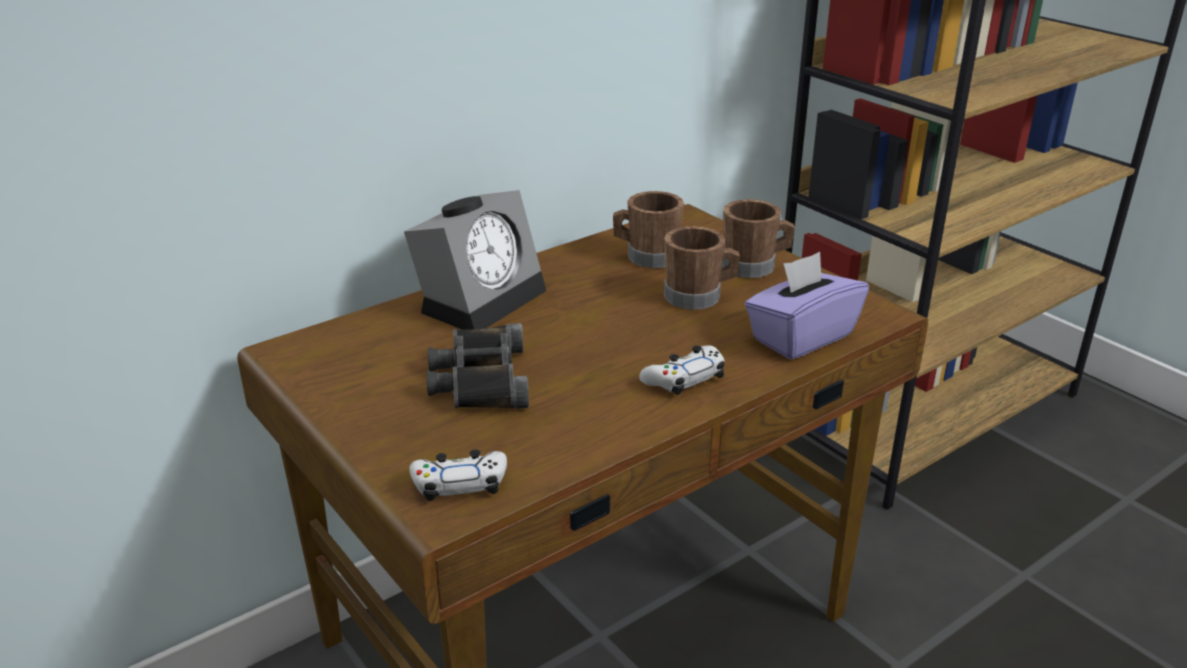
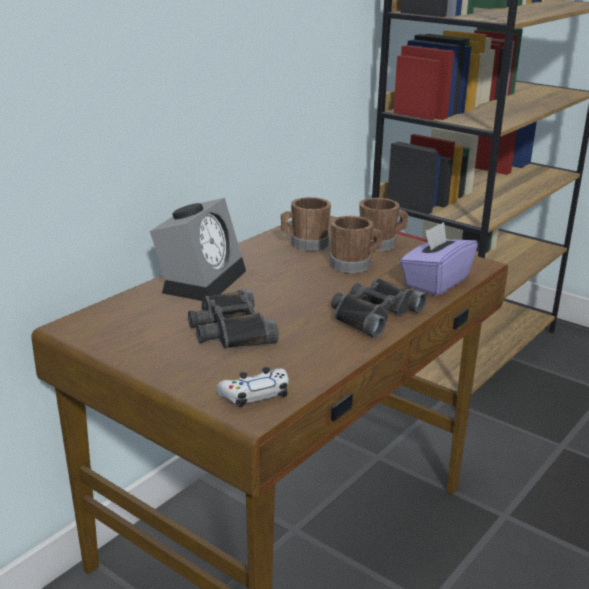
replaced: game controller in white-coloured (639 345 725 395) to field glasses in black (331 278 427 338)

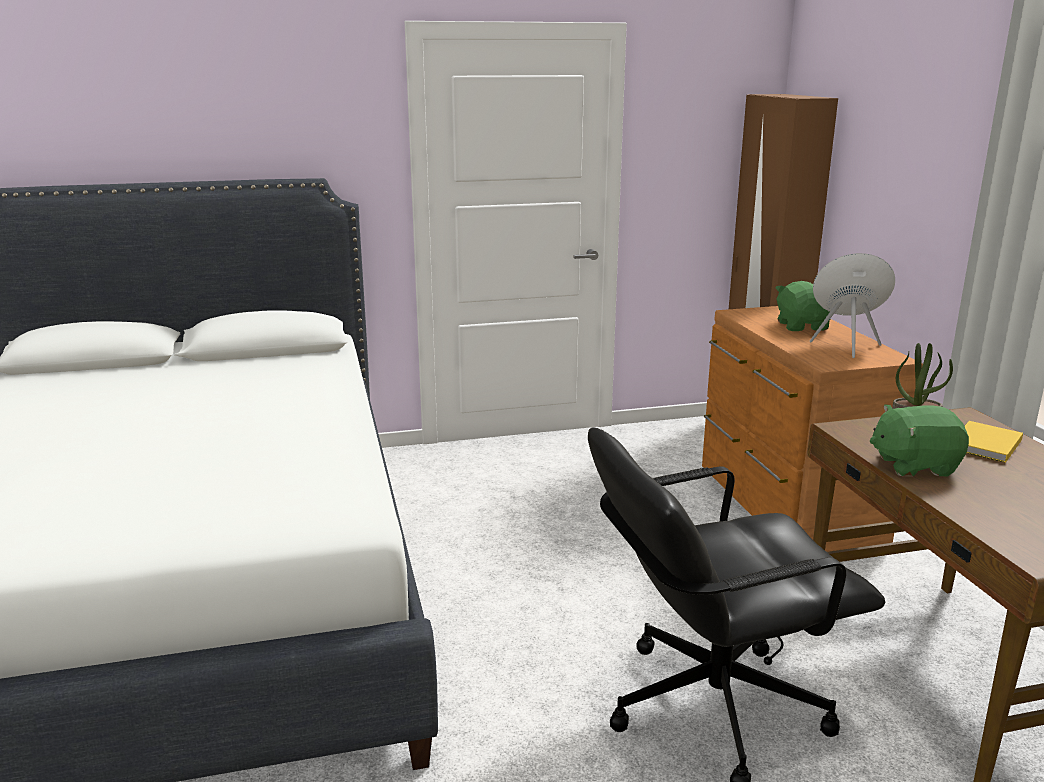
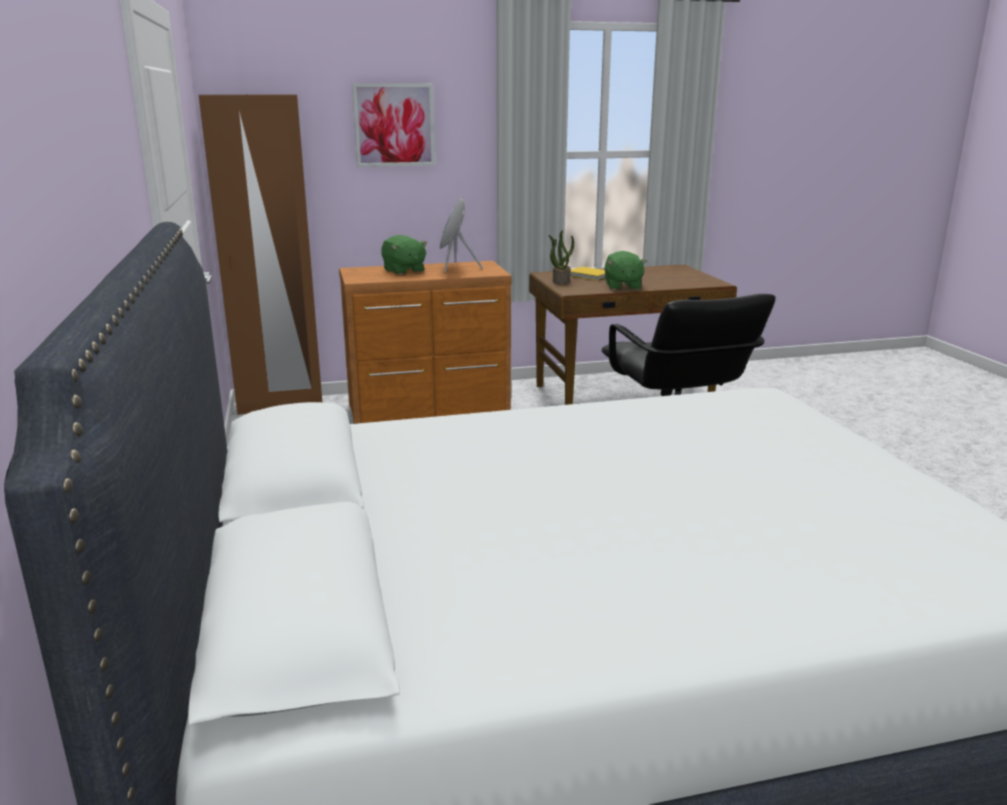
added: picture (352 83 435 167)
turned: cuddly toy in green-coloured (776 281 831 331) = (381 235 427 275) 120 degrees counterclockwise

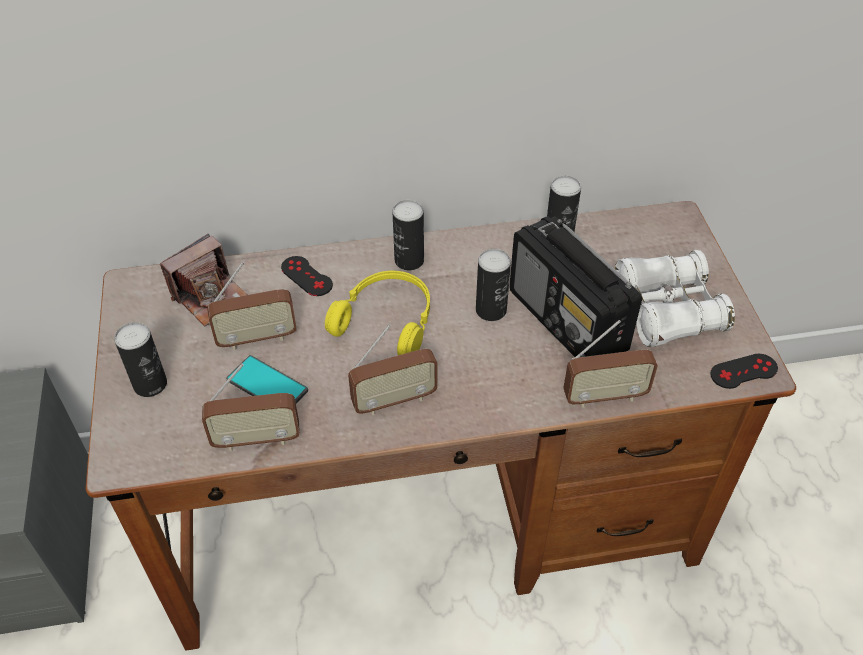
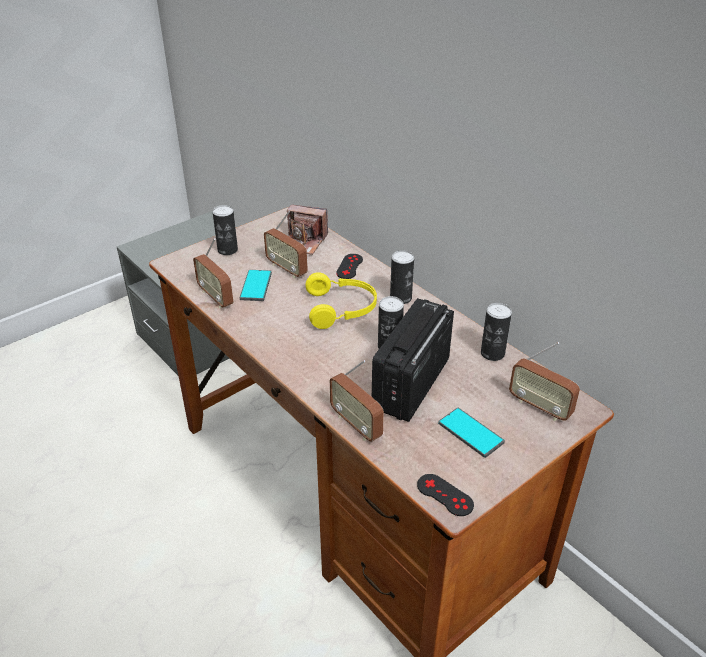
moved: radio set (348 324 438 415) to (509 342 580 421)
replaced: field glasses in white-coloured (615 250 735 347) to phone (438 408 505 458)

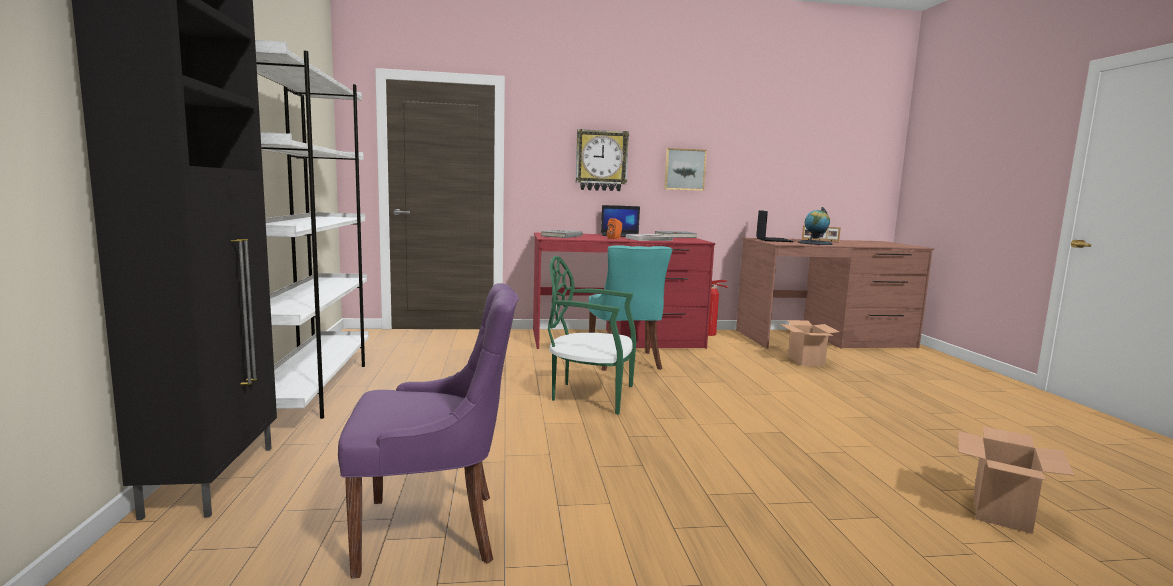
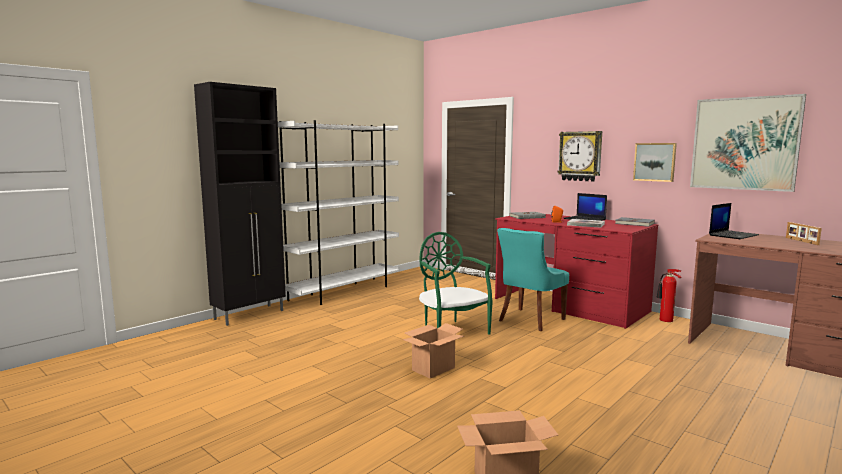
removed: plain chair in purple-coloured (338 283 519 578); world globe (798 207 833 245)
added: picture (690 94 806 192)
moved: cardboard box (780 320 840 366) to (403 323 464 378)

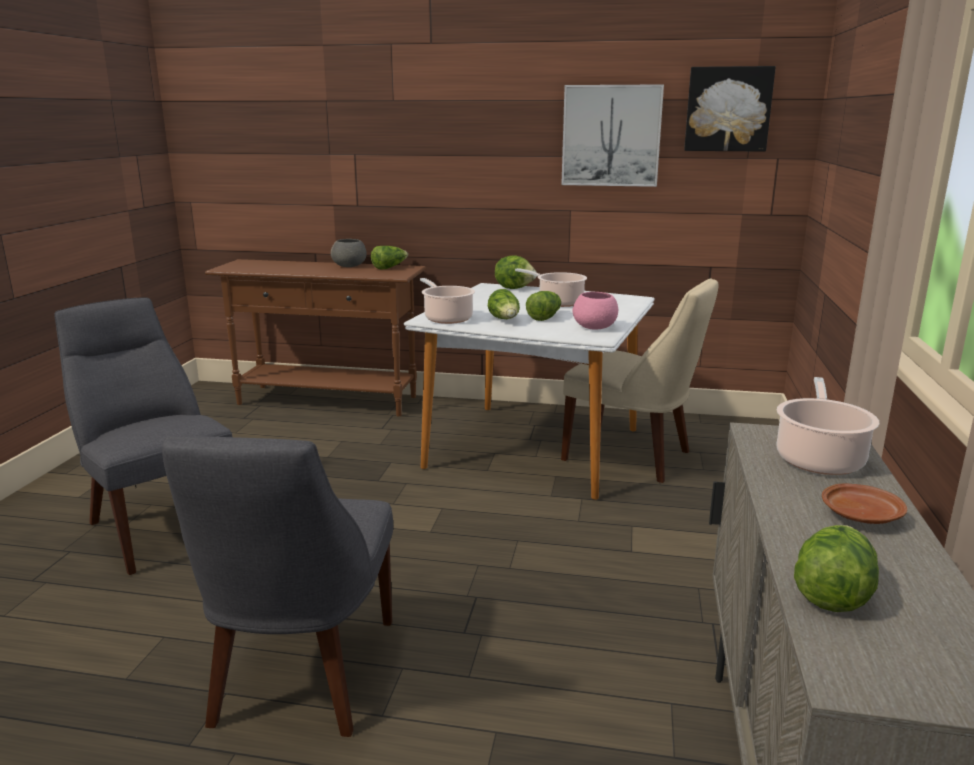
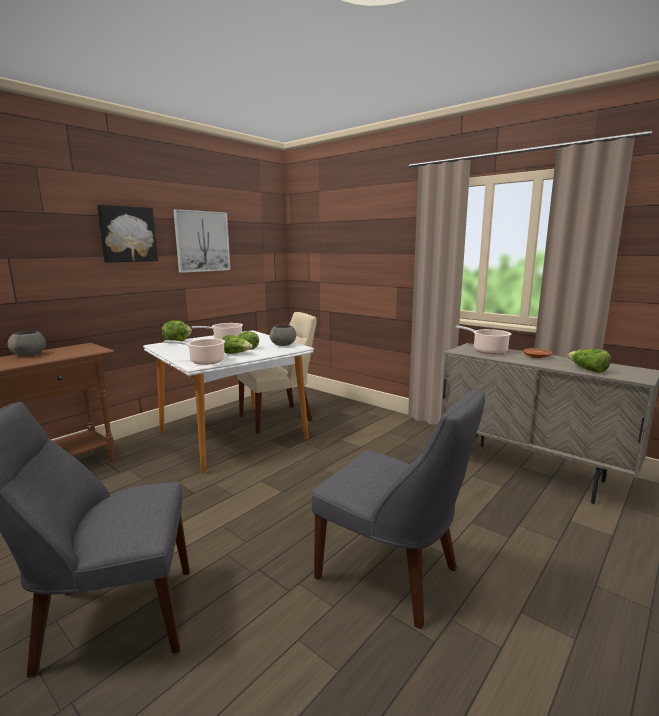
removed: lettuce (371 246 408 270)
moved: picture (684 66 776 152) to (97 204 158 263)
recoloured: bowl in pinkish (573 292 618 330) to bowl in grey (270 325 296 346)

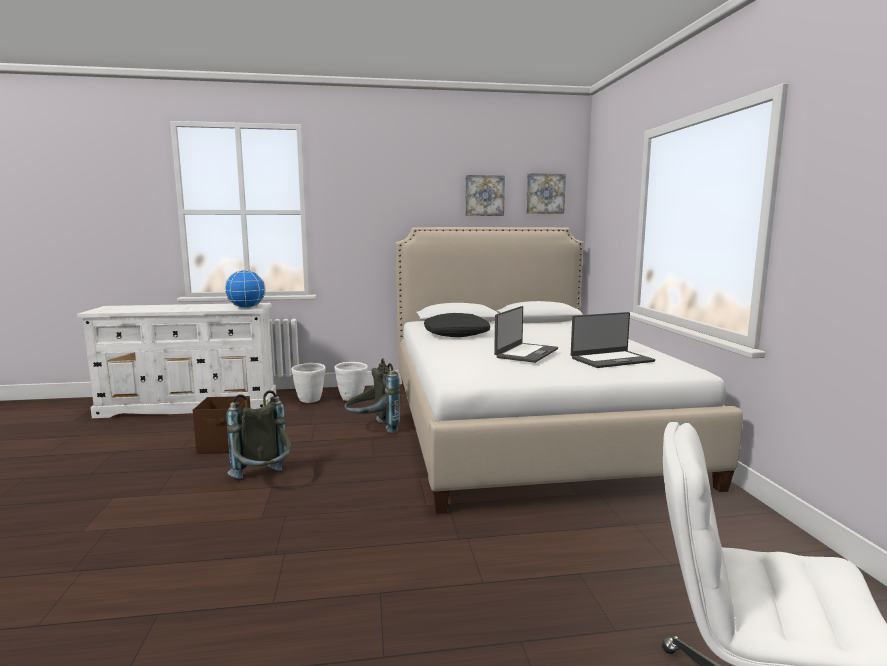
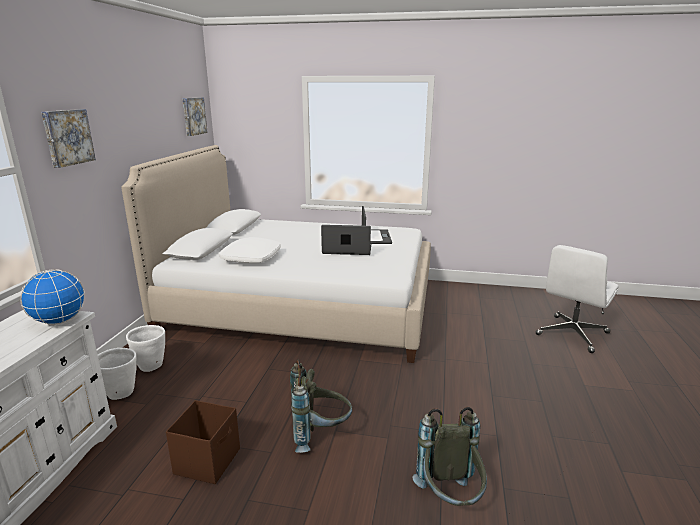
moved: knapsack in grey (344 358 400 433) to (412 407 487 506); picture (465 175 505 216) to (41 109 96 168)
recoloured: pillow in black (424 313 490 337) to pillow in white-coloured (219 237 281 263)
turned: portable computer (494 306 558 363) = (321 225 371 255) 45 degrees counterclockwise

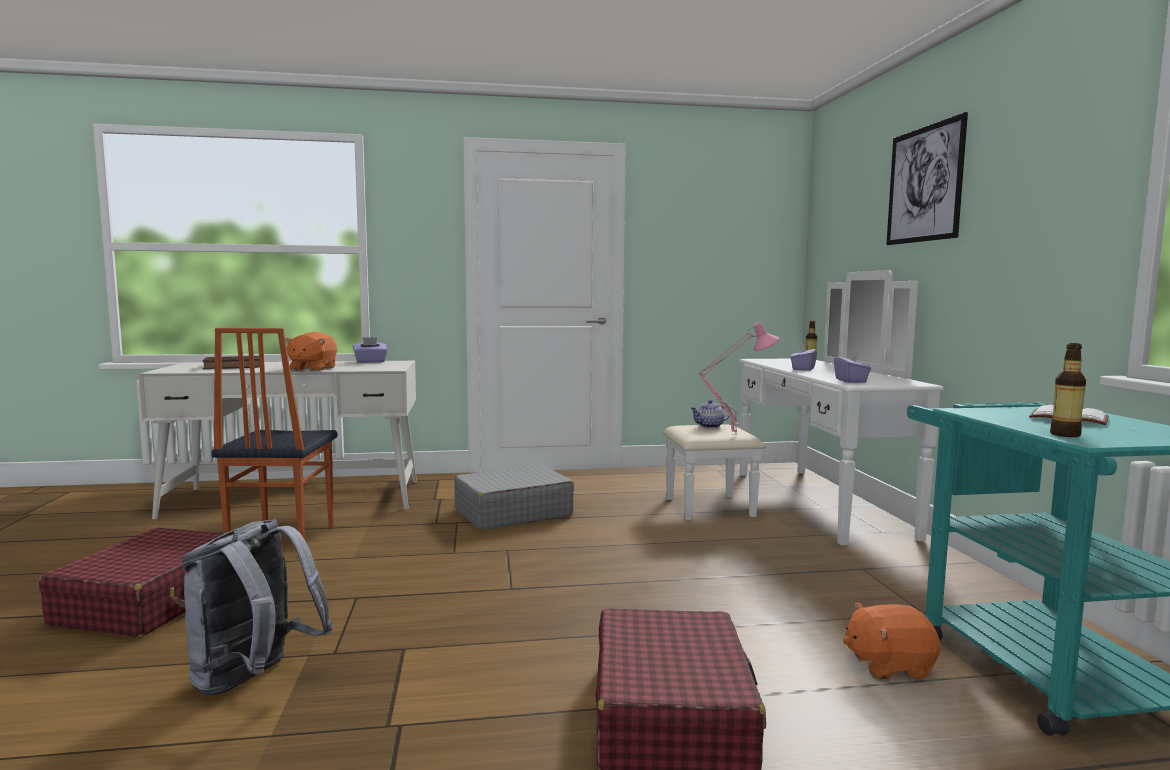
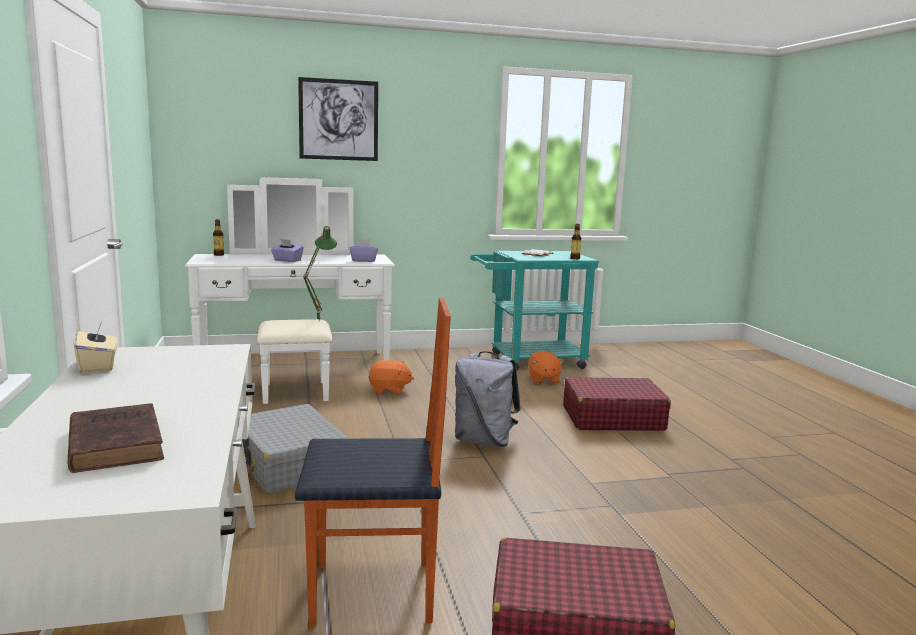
removed: tea pot (690 400 730 428)
moved: knapsack in grey (182 519 334 696) to (455 351 521 447); cuddly toy in orange (285 332 337 371) to (368 360 414 394)
recoloured: box of tissues in purple-coloured (353 337 387 363) to box of tissues in beige (73 321 117 373); tabletop lamp in pinkish (698 322 779 435) to tabletop lamp in green-coloured (303 226 337 322)

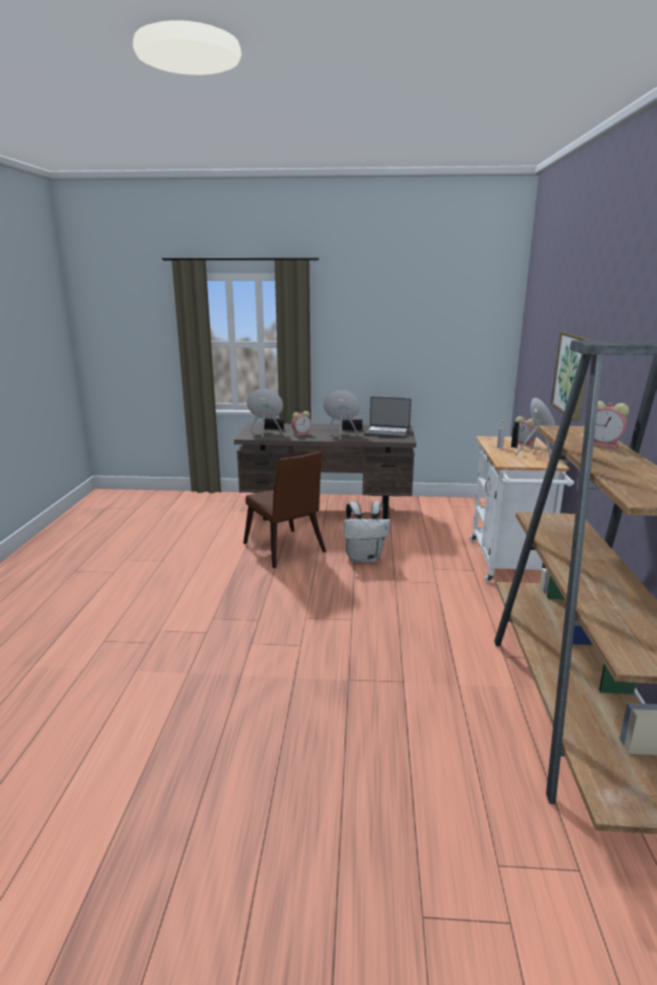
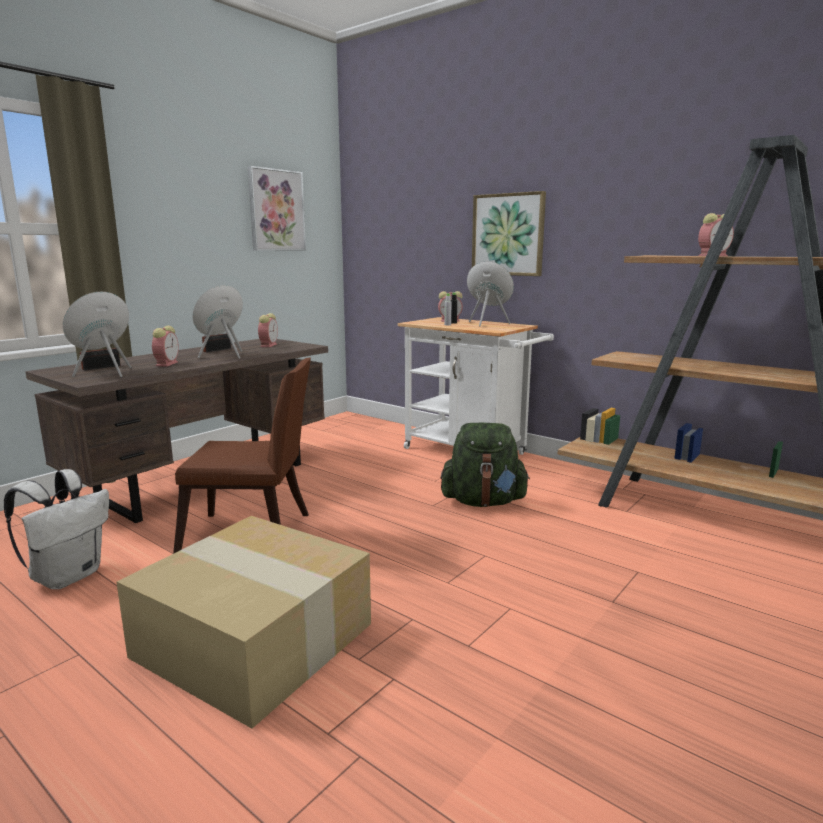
added: cardboard box (117 516 371 729); picture (248 166 306 251); knapsack in green-coloured (441 423 530 507)
moved: knapsack in white-coloured (344 501 391 563) to (4 469 109 589)
replaced: portable computer (364 397 411 438) to table clock (258 313 278 347)

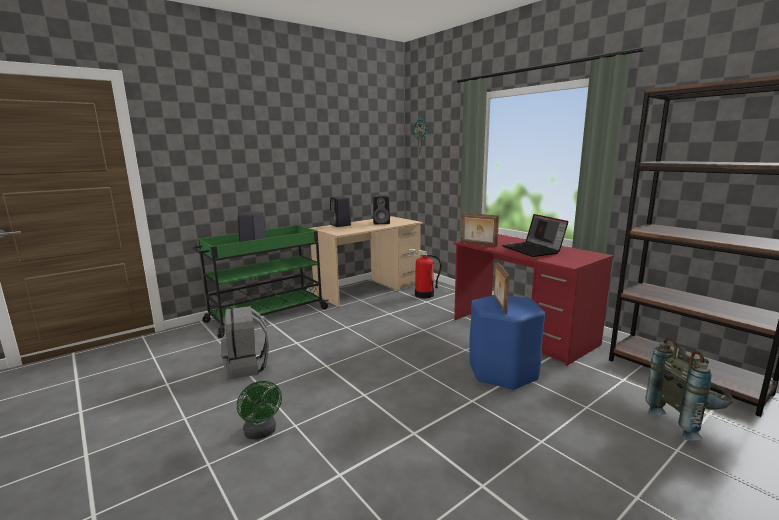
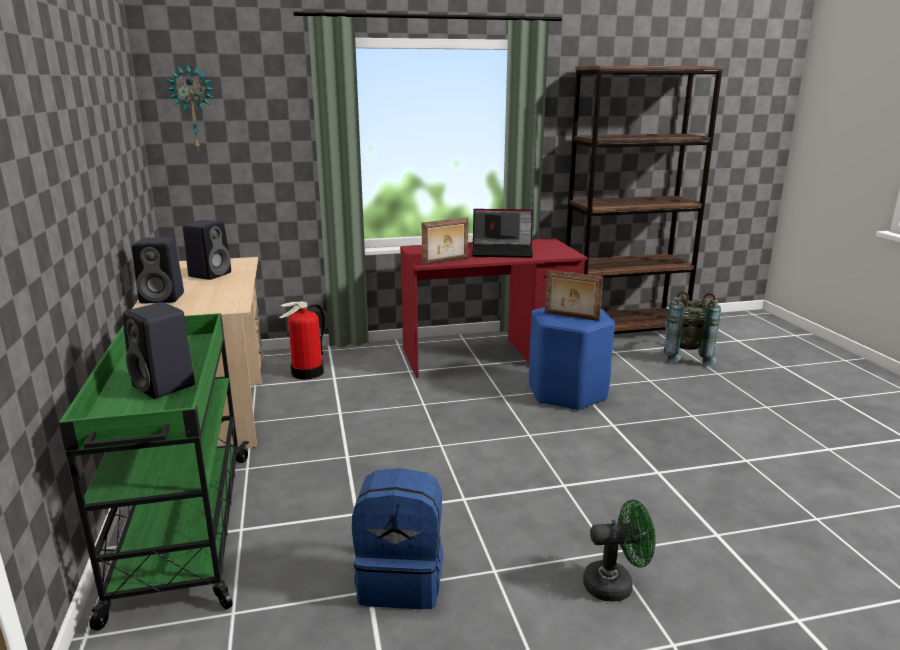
recoloured: knapsack in grey (221 306 269 379) to knapsack in blue-coloured (352 468 443 609)

